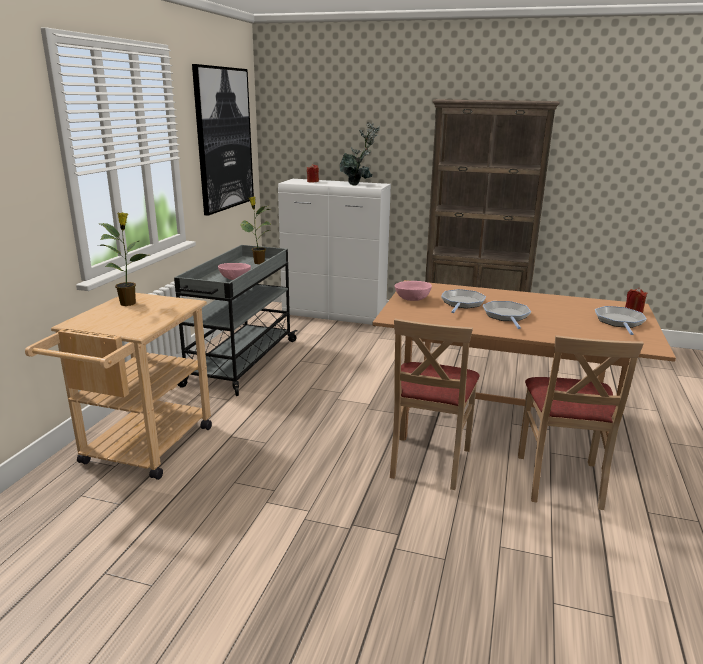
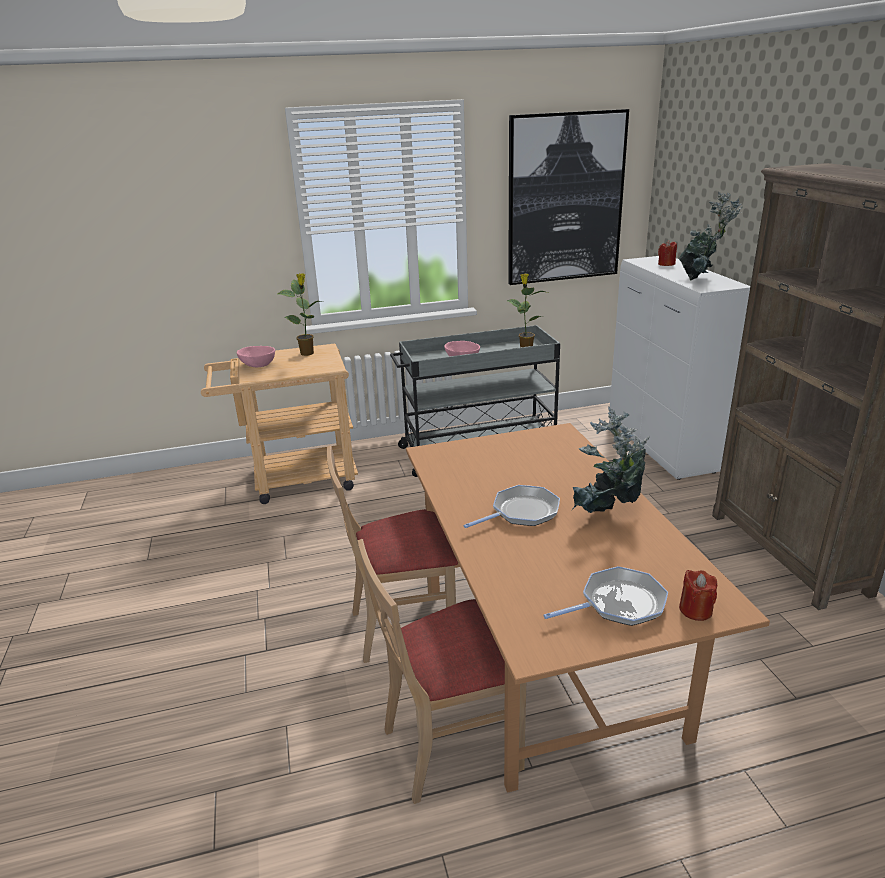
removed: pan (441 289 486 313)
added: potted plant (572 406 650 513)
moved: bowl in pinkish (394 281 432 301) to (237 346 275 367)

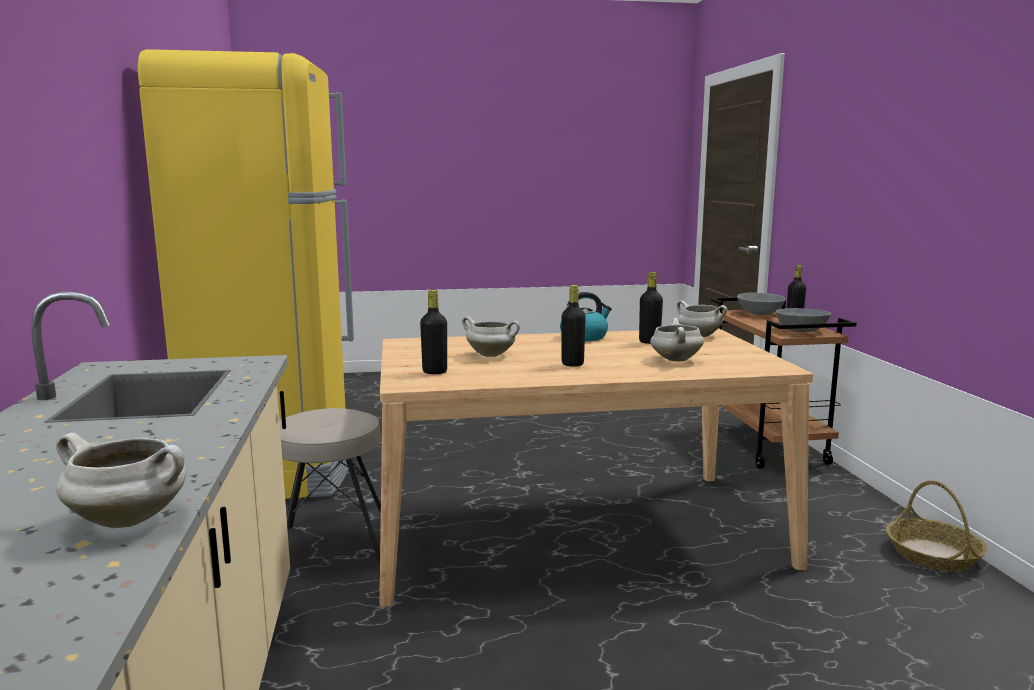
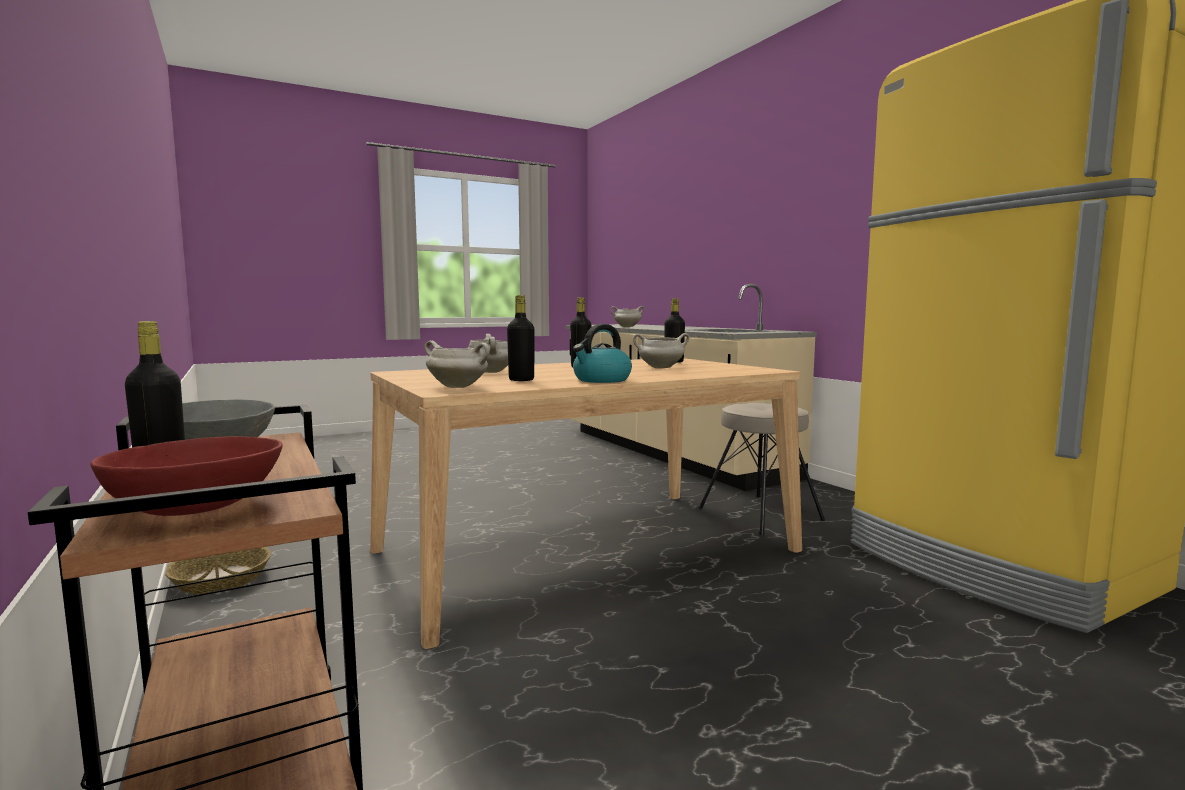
recoloured: bowl in grey (737 293 786 315) to bowl in red (90 436 283 516)

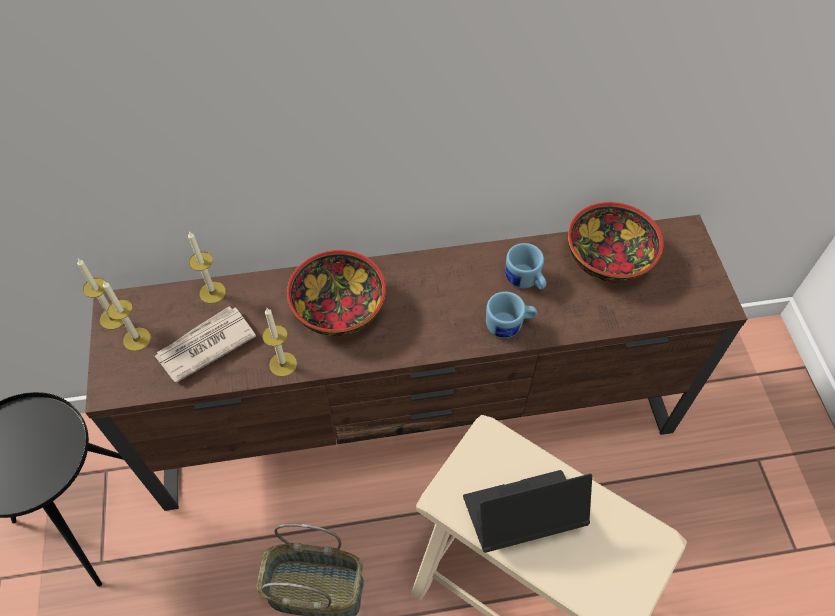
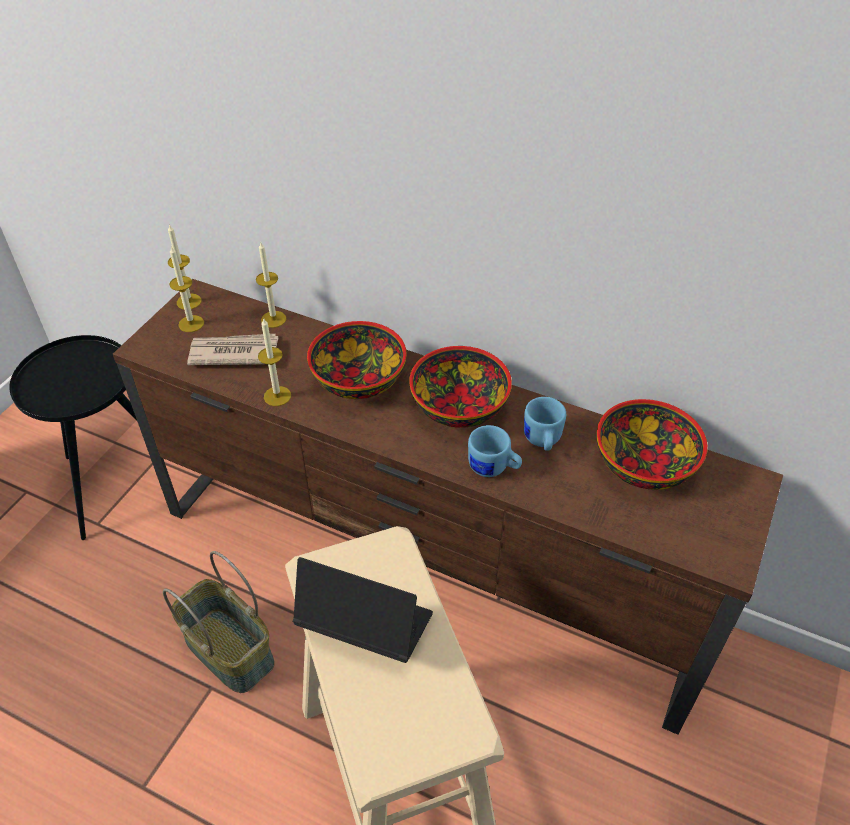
added: bowl (409 346 512 428)

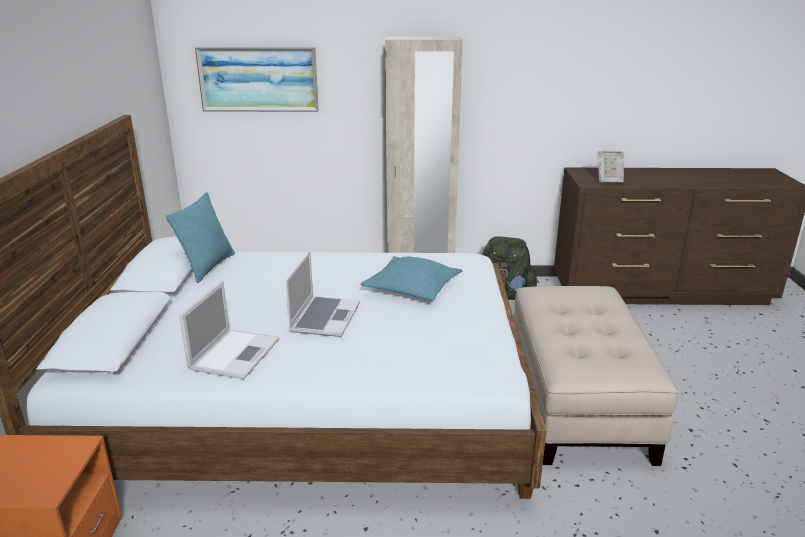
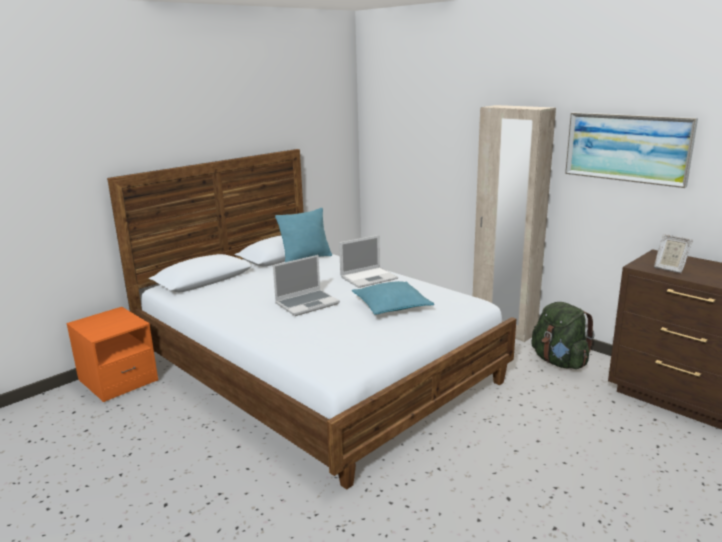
removed: pouffe in beige (514 286 679 466)
moved: portable computer (179 281 279 379) to (339 235 398 288); picture (195 47 319 112) to (565 112 698 188)

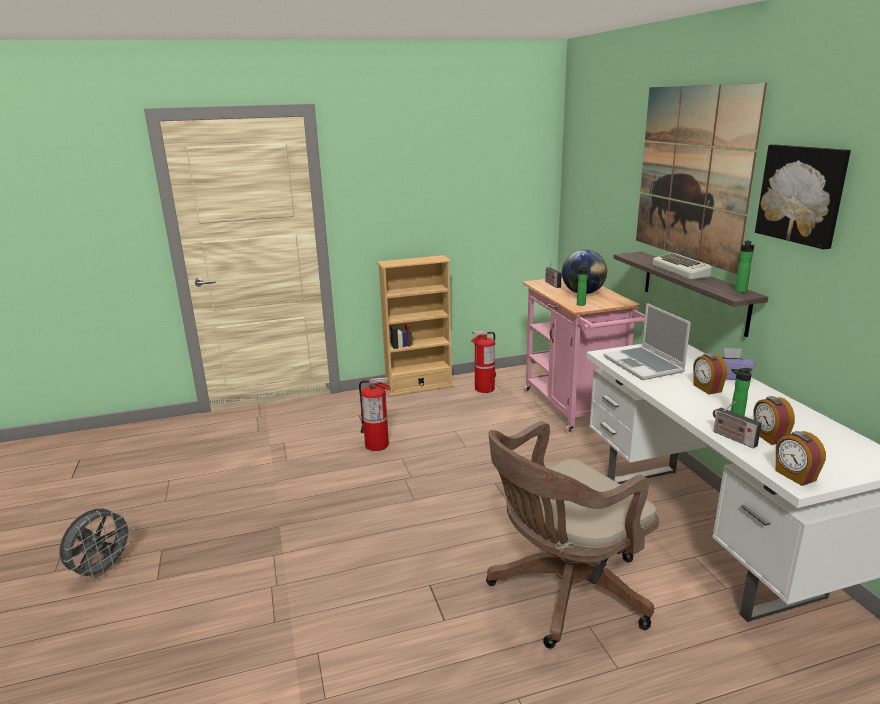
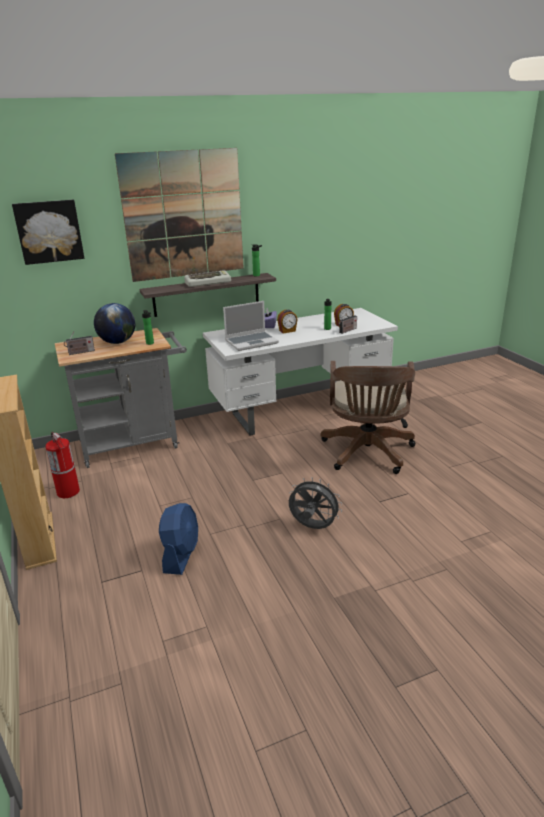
removed: table clock (776 431 826 486)
moved: electric fan in grey (60 508 134 581) to (289 477 342 529); picture (755 144 851 249) to (12 200 84 265)
replaced: fire-fighting cylinder (359 377 391 451) to electric fan in blue-coloured (159 503 198 575)
recoloured: trolley in pinkish (523 277 645 434) to trolley in grey (55 328 187 468)
turned: office chair in brown (486 421 659 649) = (320 361 416 474) 45 degrees clockwise

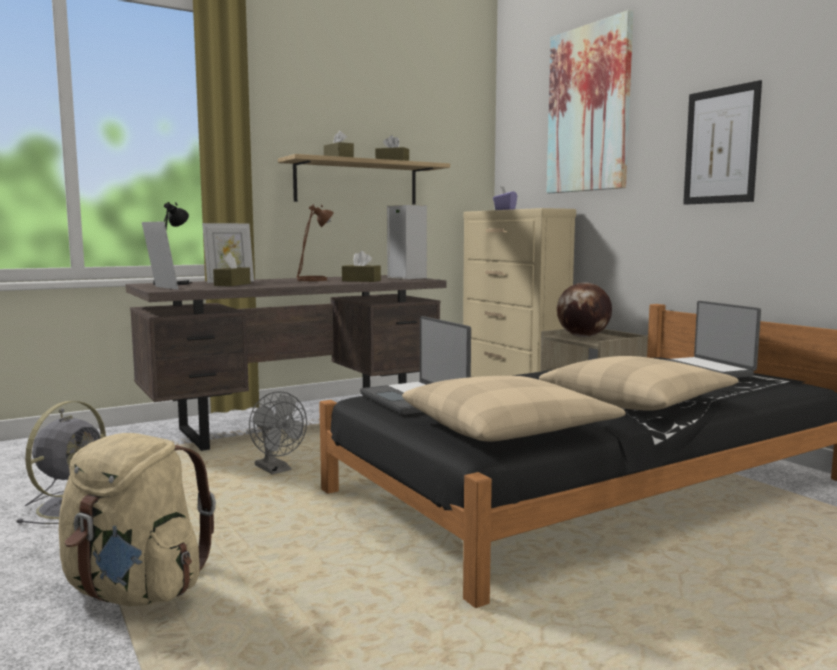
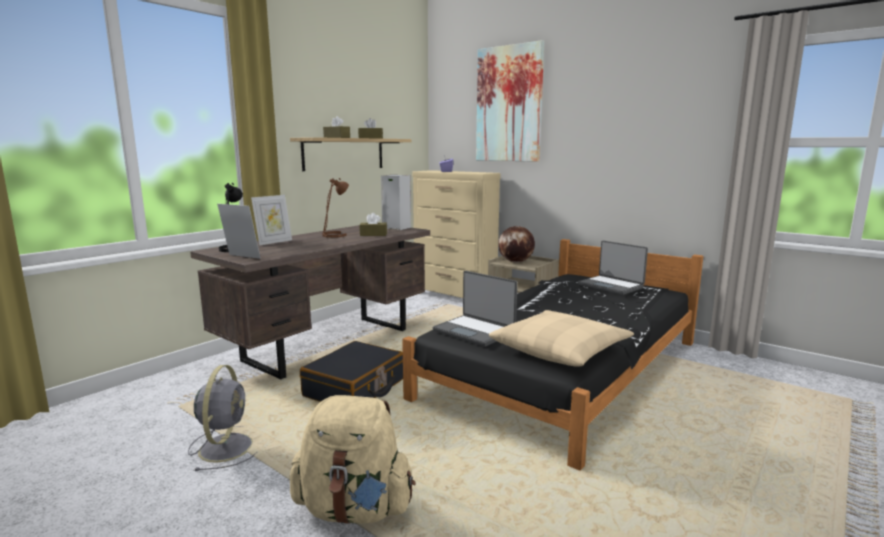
removed: box of tissues in brown (213 252 250 286); pillow in beige (539 356 739 411); picture (683 80 762 205)
replaced: electric fan in grey (249 391 307 475) to suitcase in black (300 341 403 402)

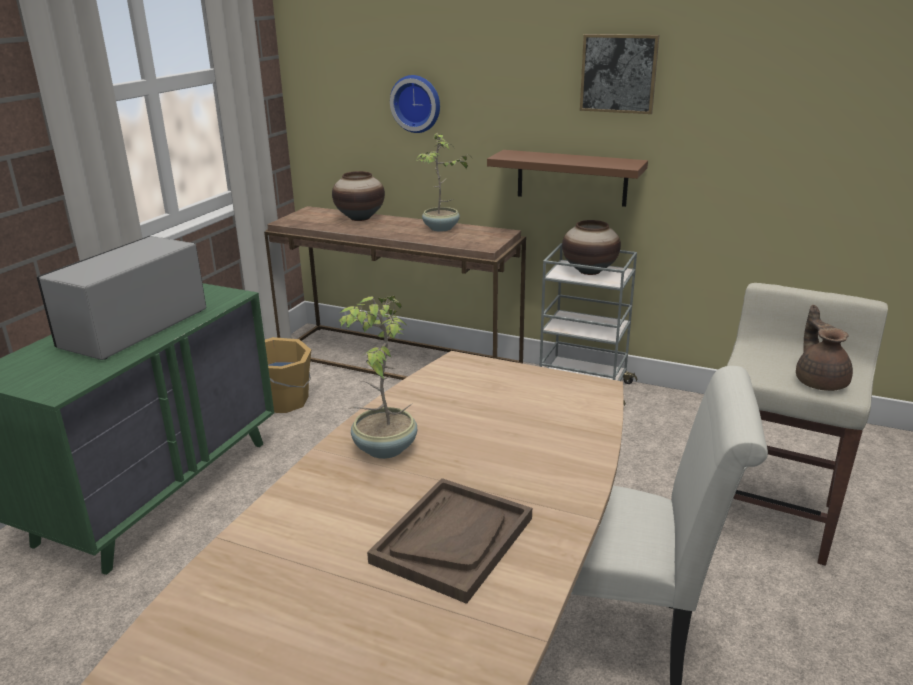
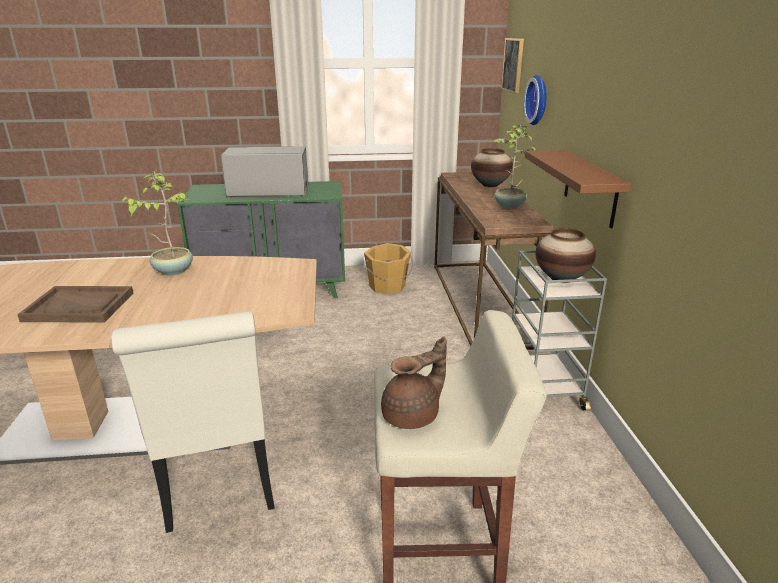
moved: picture (580 34 659 114) to (501 38 524 94)

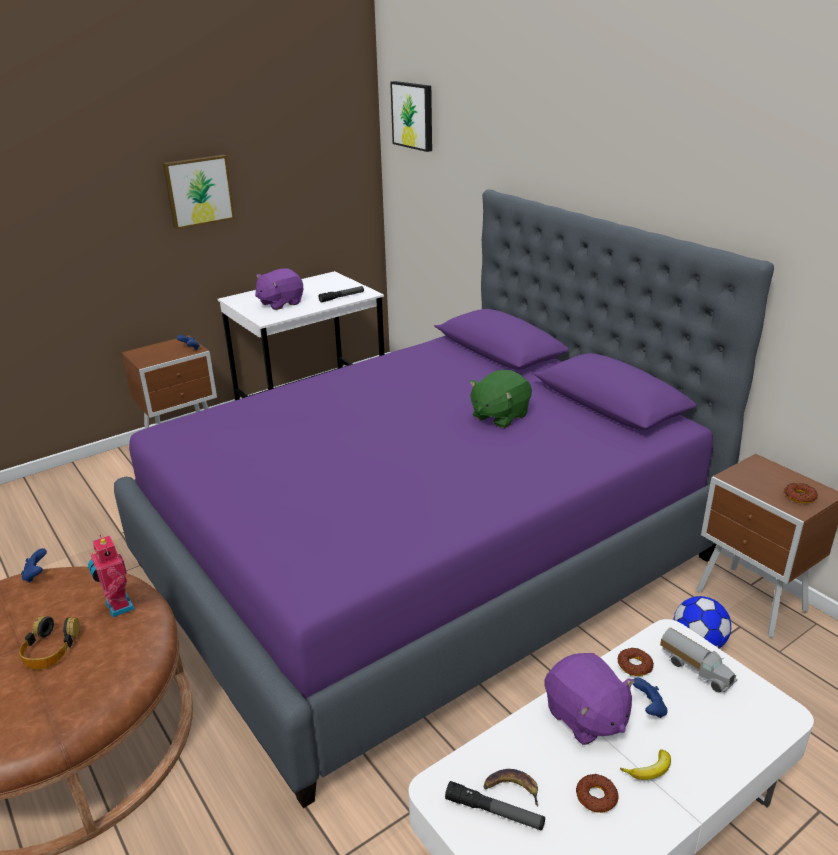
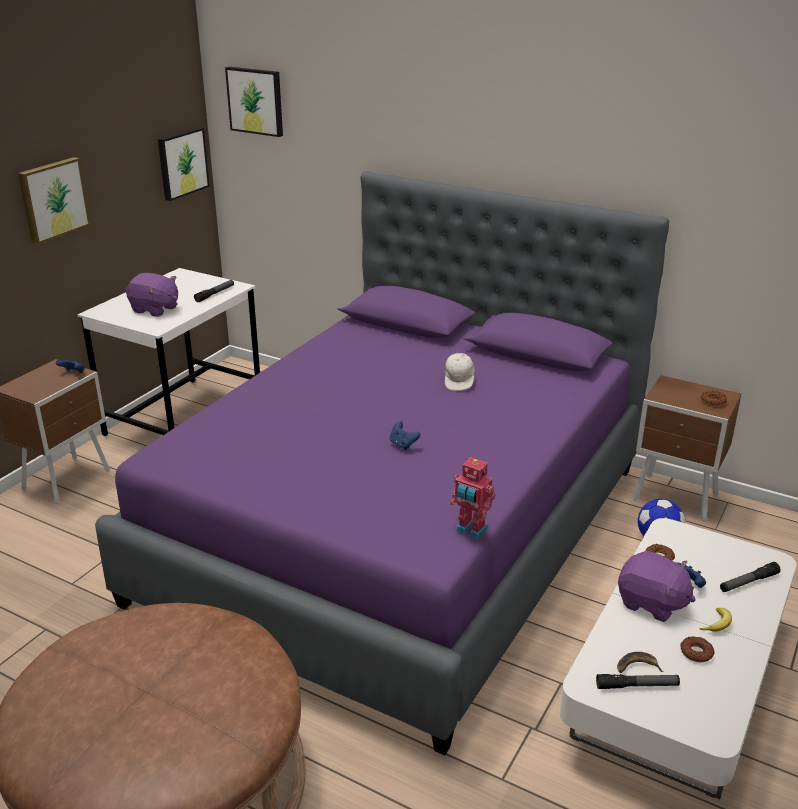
removed: headset (19 616 80 670); toy lorry (660 628 738 693)
added: picture (158 127 210 201); torch (720 562 781 592)
moved: game controller in blue-coloured (21 548 47 583) to (390 421 420 450); robot figure (88 535 135 618) to (450 457 495 539)
replaced: cuddly toy in green-coloured (469 370 532 428) to peaked cap in white-coloured (445 350 475 391)
turned: cuddly toy in purple-coloured (255 268 303 310) = (126 273 178 317) 90 degrees counterclockwise

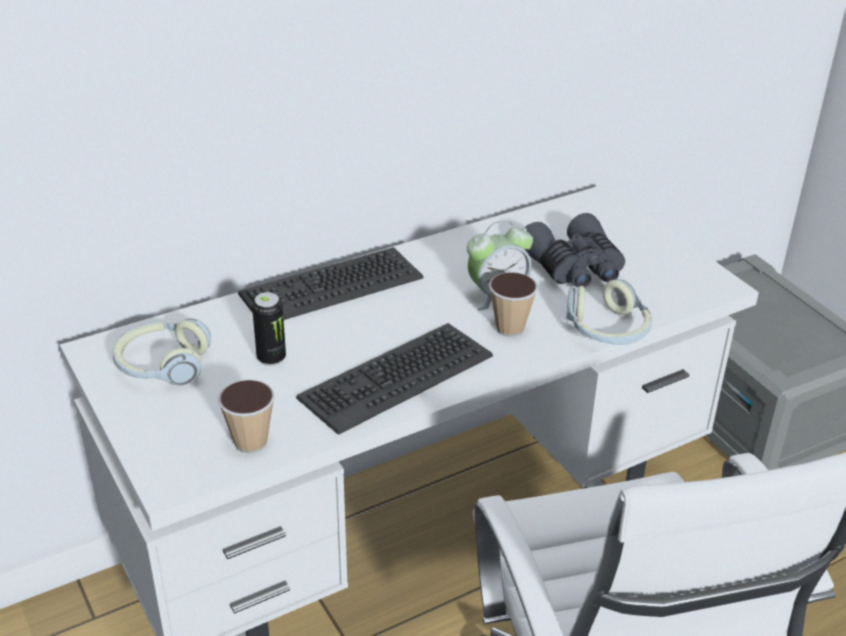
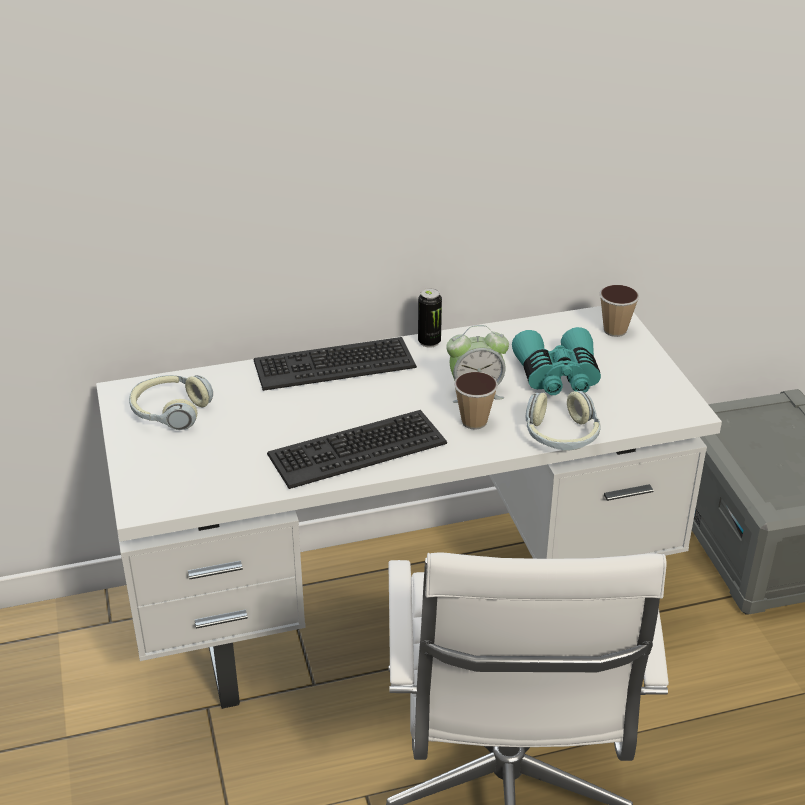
moved: drinking cup (218 380 275 453) to (600 285 639 337); sealed can (252 292 286 366) to (418 288 442 348)
recoloured: field glasses in grey (524 213 625 288) to field glasses in blue-green (512 327 601 395)

